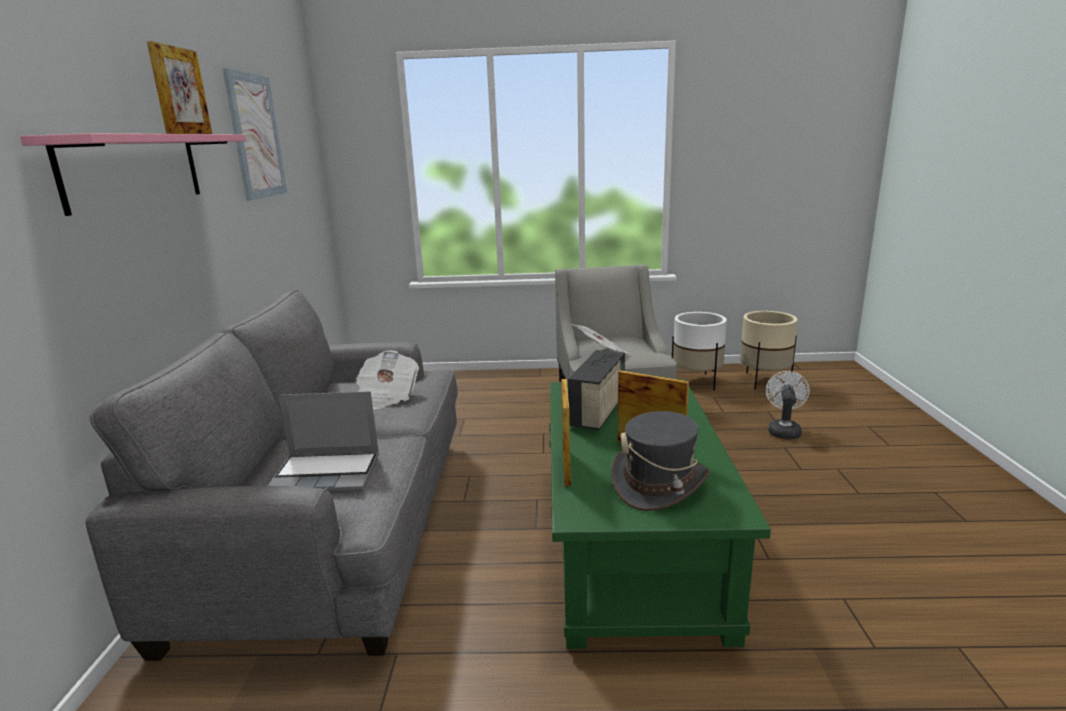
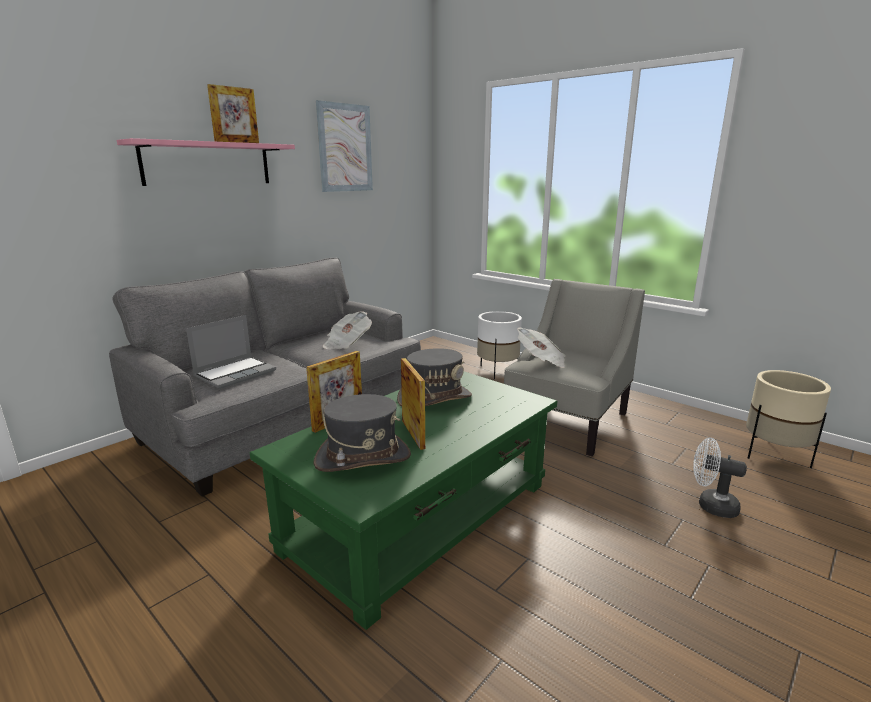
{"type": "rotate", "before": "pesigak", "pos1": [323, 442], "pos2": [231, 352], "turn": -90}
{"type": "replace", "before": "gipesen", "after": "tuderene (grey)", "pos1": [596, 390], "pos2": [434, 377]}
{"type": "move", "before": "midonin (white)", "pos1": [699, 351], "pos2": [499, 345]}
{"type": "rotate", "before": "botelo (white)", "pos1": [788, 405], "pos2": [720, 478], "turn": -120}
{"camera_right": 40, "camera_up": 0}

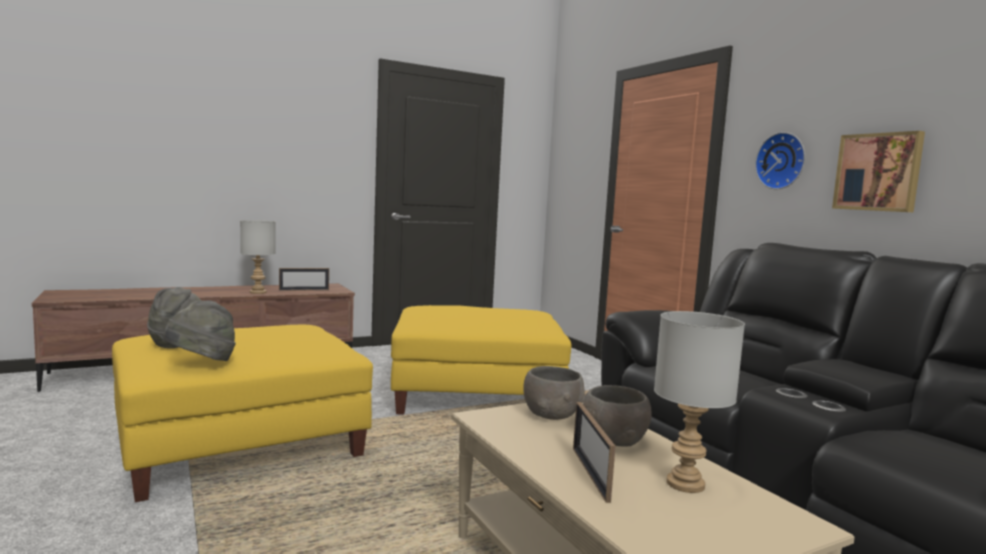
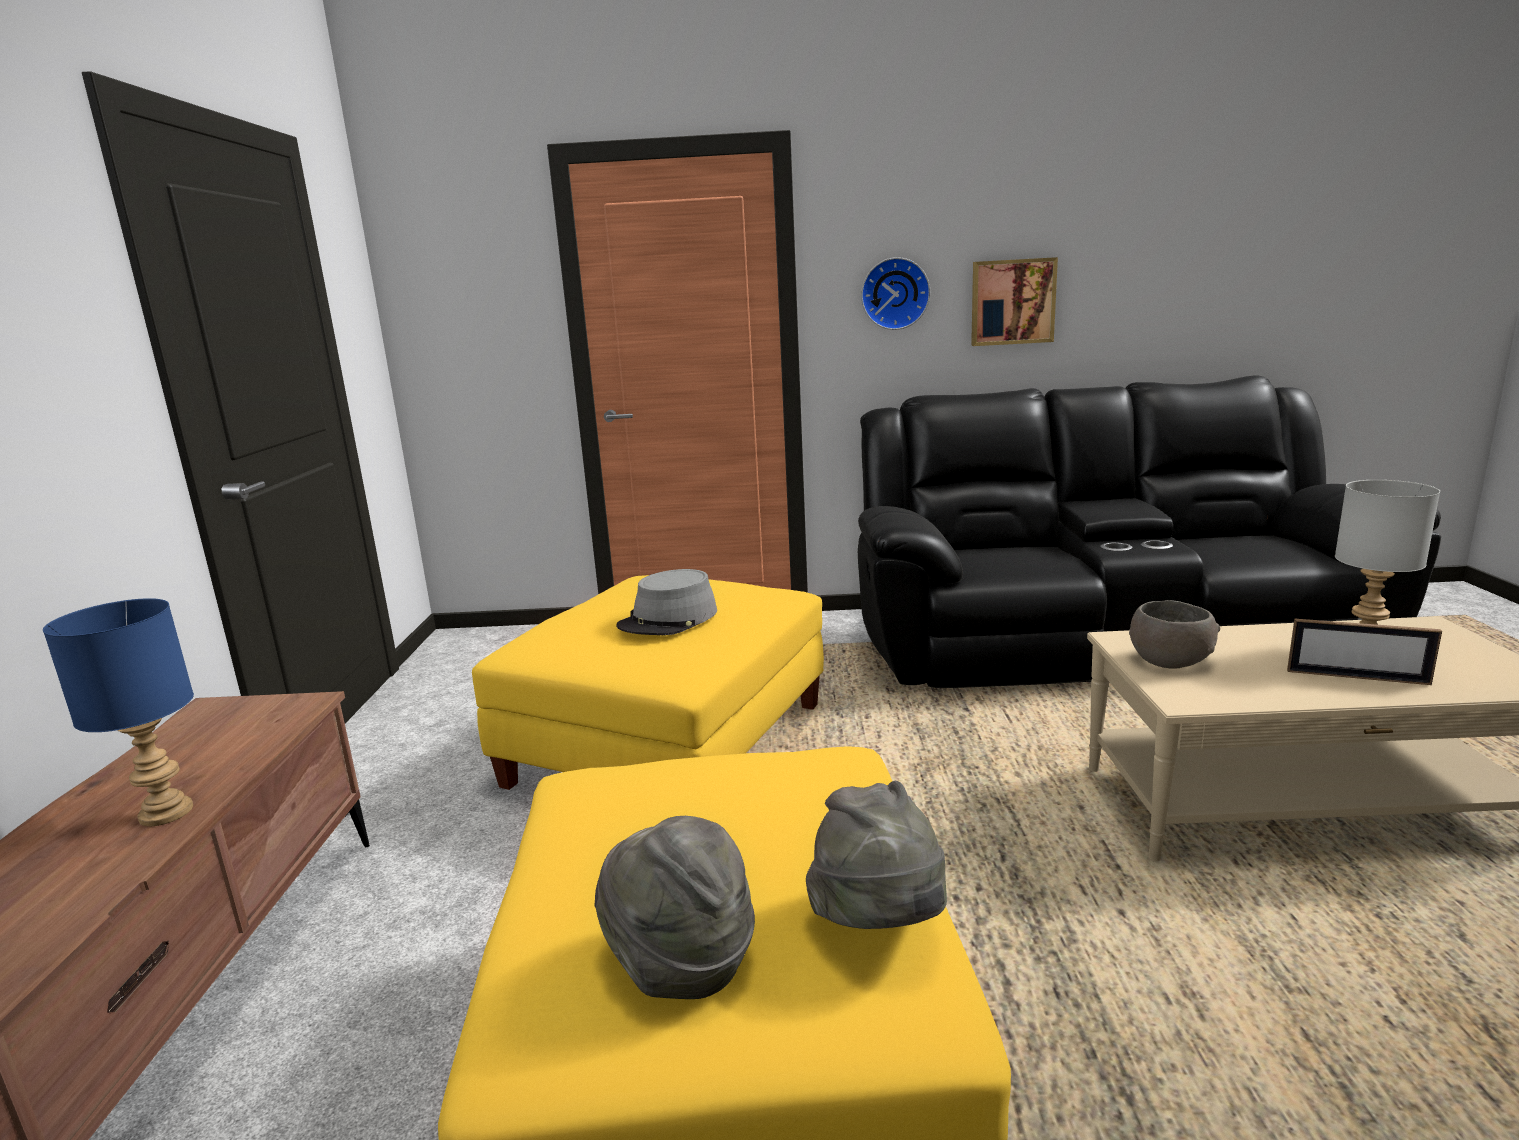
{"type": "recolor", "before": "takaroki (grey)", "after": "takaroki (blue)", "pos1": [258, 257], "pos2": [118, 712]}
{"type": "delete", "before": "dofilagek", "pos1": [304, 279]}
{"type": "delete", "before": "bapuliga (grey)", "pos1": [617, 416]}
{"type": "insert", "after": "tuderene (grey)", "pos2": [666, 602]}
{"camera_right": -60, "camera_up": 10}

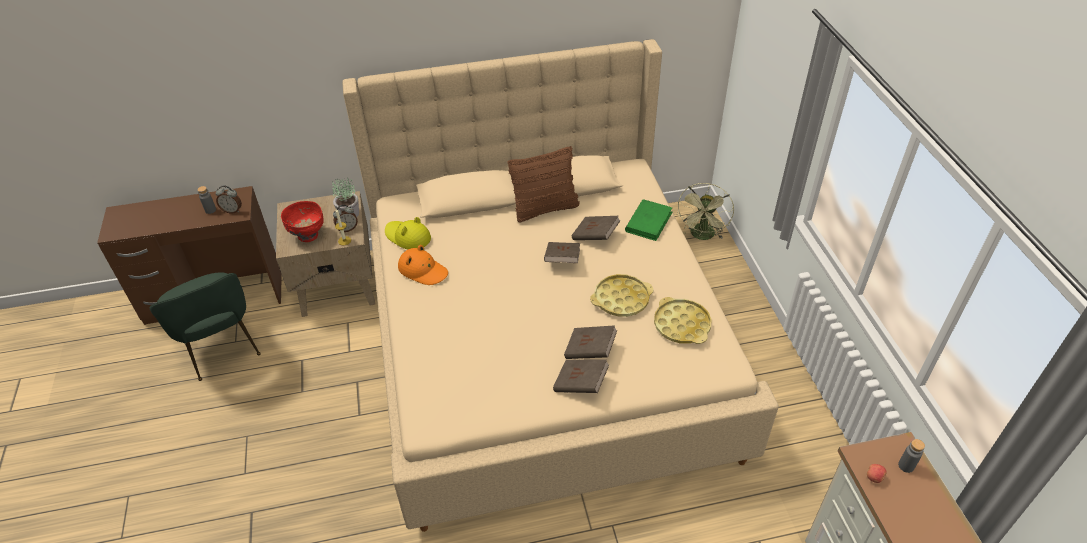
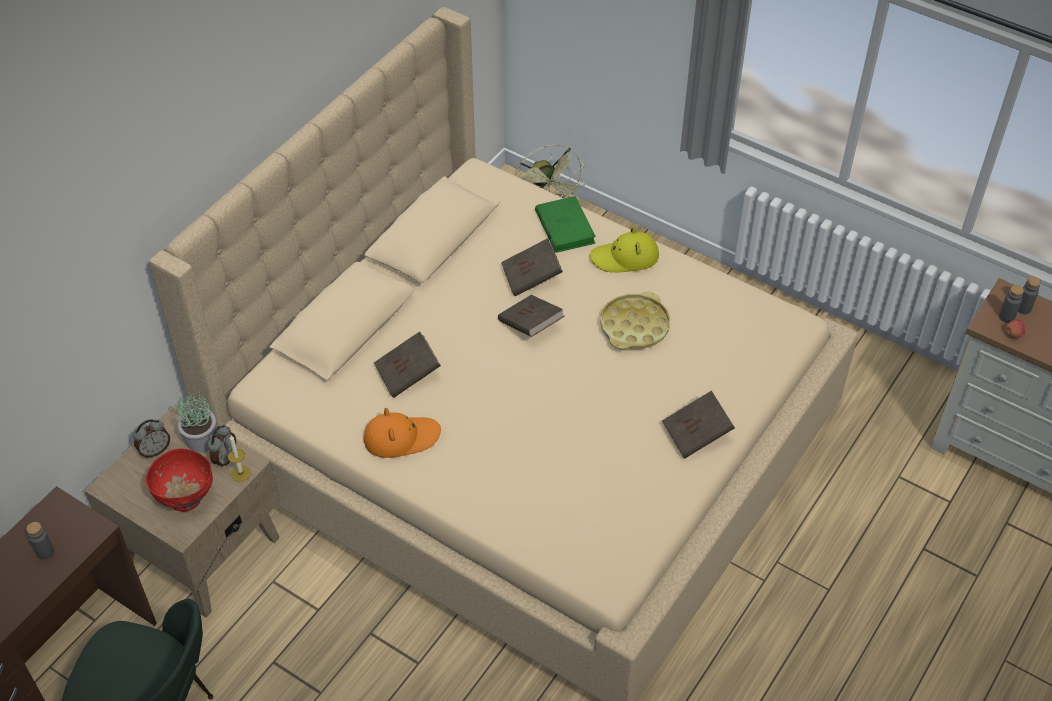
{"type": "move", "before": "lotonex", "pos1": [229, 199], "pos2": [151, 438]}
{"type": "move", "before": "tuderene (yellow)", "pos1": [408, 233], "pos2": [624, 249]}
{"type": "delete", "before": "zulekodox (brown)", "pos1": [543, 184]}
{"type": "move", "before": "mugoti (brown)", "pos1": [590, 342], "pos2": [407, 364]}
{"type": "delete", "before": "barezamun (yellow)", "pos1": [683, 320]}
{"type": "insert", "after": "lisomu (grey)", "pos2": [1011, 304]}
{"camera_right": -45, "camera_up": 5}

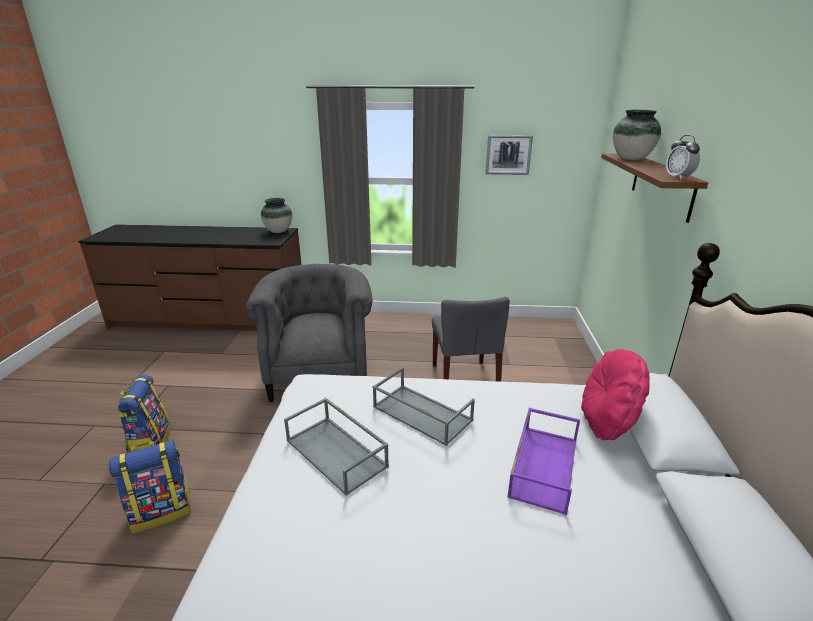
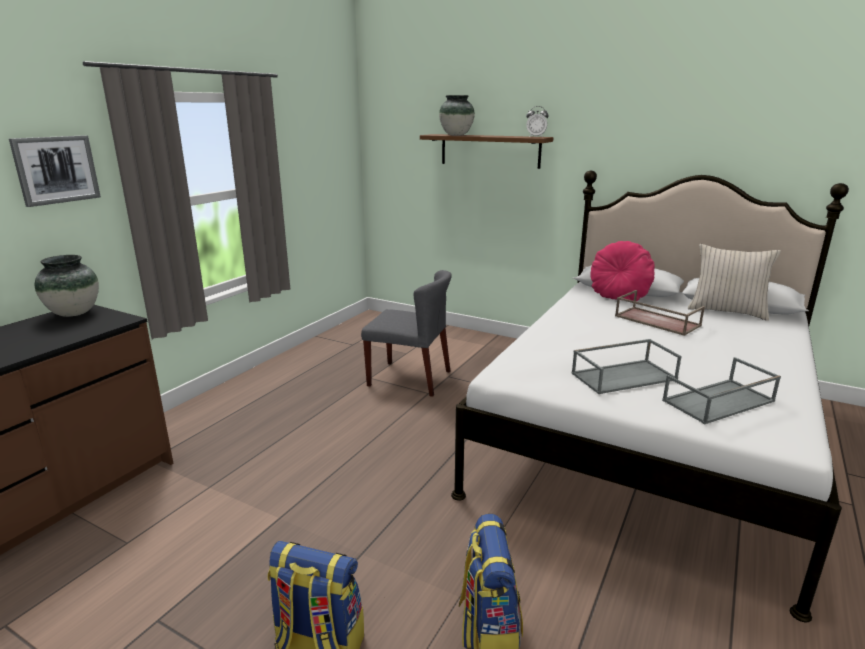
{"type": "delete", "before": "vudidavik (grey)", "pos1": [309, 333]}
{"type": "move", "before": "barezamun (grey)", "pos1": [424, 406], "pos2": [721, 390]}
{"type": "move", "before": "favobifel", "pos1": [509, 155], "pos2": [55, 171]}
{"type": "recolor", "before": "barezamun (purple)", "after": "barezamun (brown)", "pos1": [543, 461], "pos2": [660, 313]}
{"type": "insert", "after": "zulekodox (beige)", "pos2": [734, 282]}
{"camera_right": -65, "camera_up": -5}

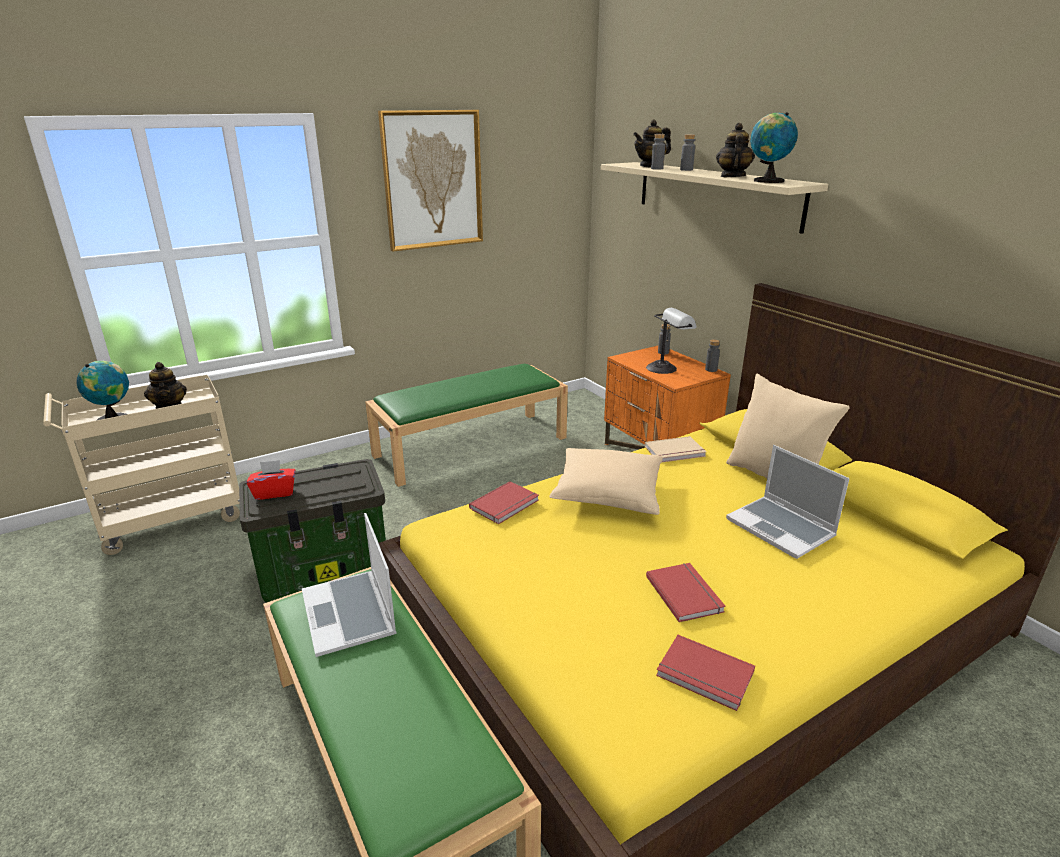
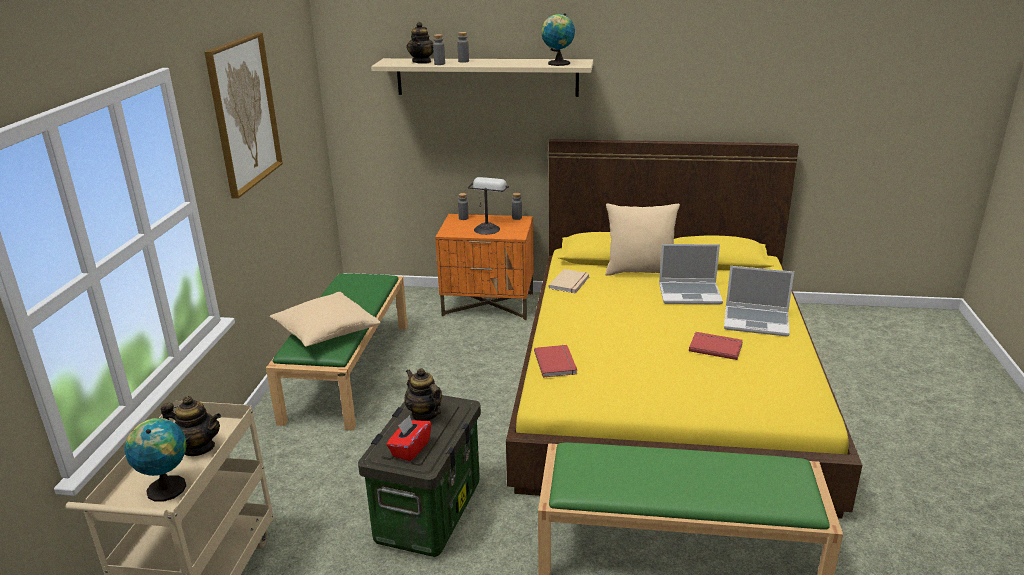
{"type": "move", "before": "pesigak", "pos1": [349, 585], "pos2": [759, 301]}
{"type": "move", "before": "zulekodox (beige)", "pos1": [606, 481], "pos2": [325, 319]}
{"type": "delete", "before": "mugoti (red)", "pos1": [705, 673]}
{"type": "move", "before": "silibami", "pos1": [735, 150], "pos2": [423, 394]}
{"camera_right": -50, "camera_up": 0}

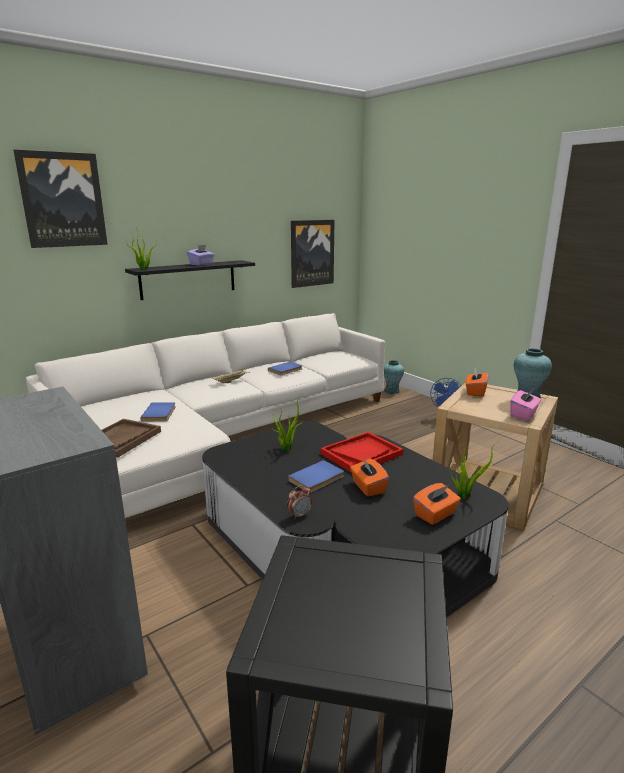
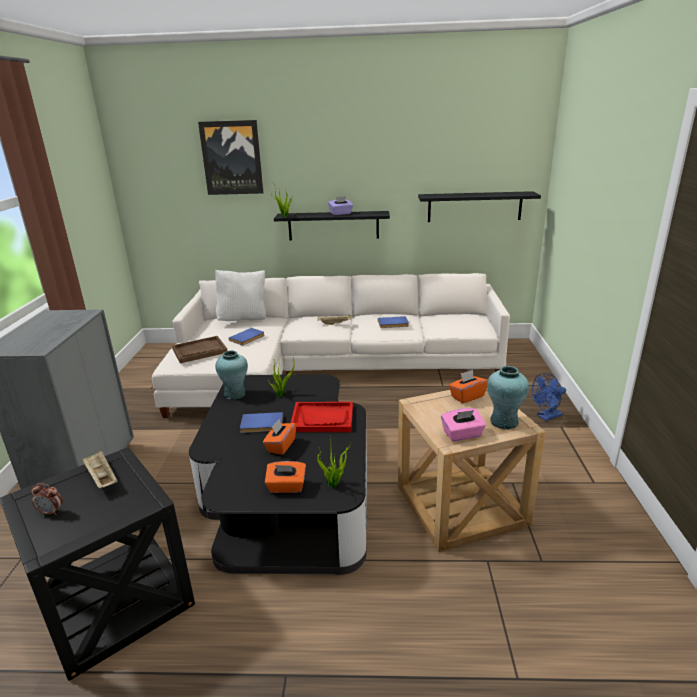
{"type": "move", "before": "lotonex", "pos1": [299, 502], "pos2": [46, 499]}
{"type": "replace", "before": "favobifel", "after": "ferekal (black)", "pos1": [312, 254], "pos2": [479, 206]}
{"type": "move", "before": "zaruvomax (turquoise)", "pos1": [394, 377], "pos2": [231, 375]}
{"type": "insert", "after": "barezamun (beige)", "pos2": [100, 469]}
{"type": "insert", "after": "zulekodox (white)", "pos2": [240, 295]}
{"camera_right": 40, "camera_up": 5}

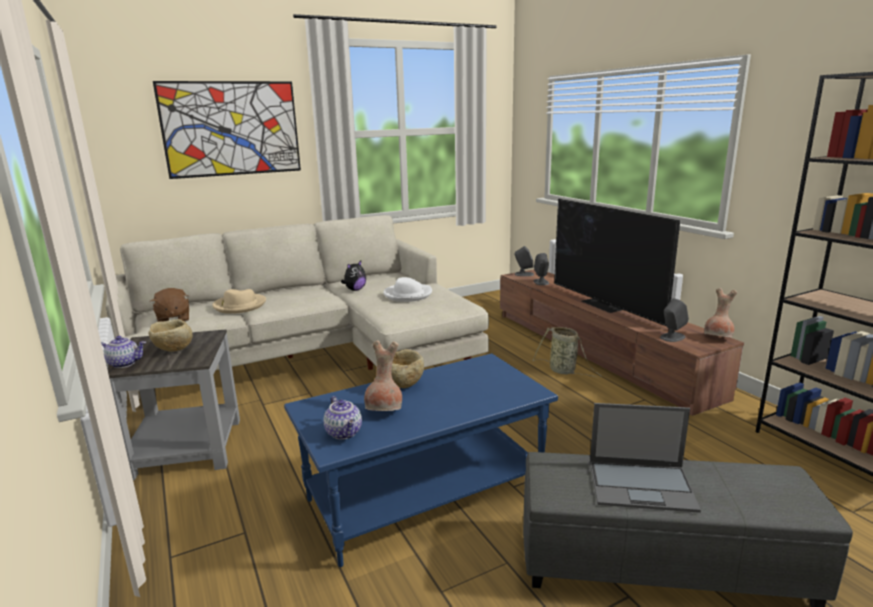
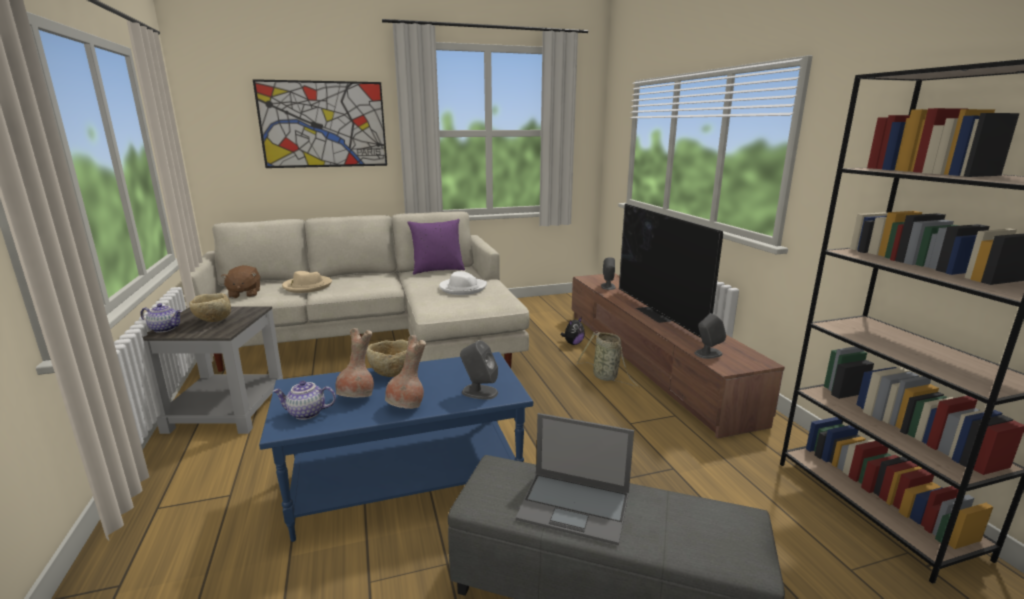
{"type": "rotate", "before": "silibami", "pos1": [343, 418], "pos2": [304, 400], "turn": 105}
{"type": "move", "before": "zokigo", "pos1": [353, 276], "pos2": [572, 331]}
{"type": "move", "before": "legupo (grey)", "pos1": [524, 261], "pos2": [479, 370]}
{"type": "move", "before": "zaruvomax (brown)", "pos1": [720, 313], "pos2": [405, 372]}
{"type": "insert", "after": "zulekodox (purple)", "pos2": [436, 246]}
{"camera_right": 10, "camera_up": 0}

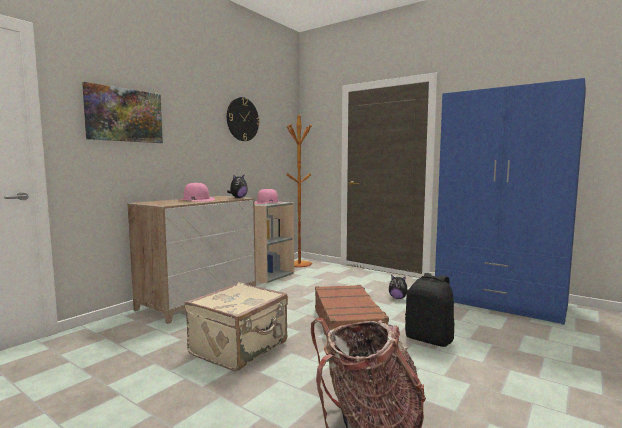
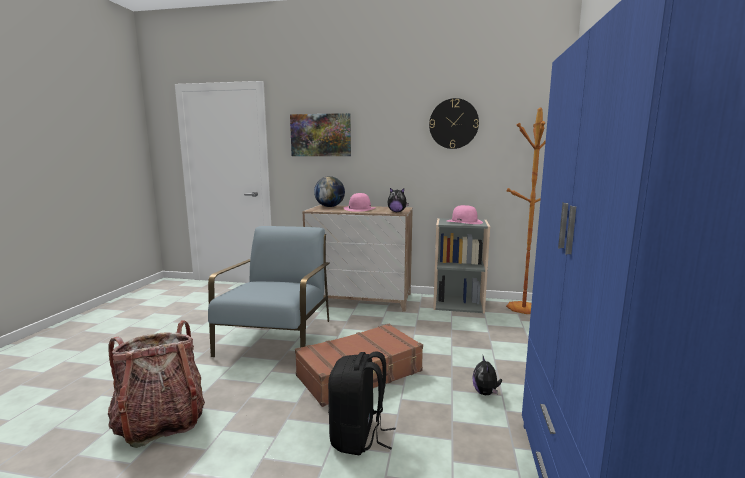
{"type": "replace", "before": "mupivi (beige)", "after": "vudidavik (blue)", "pos1": [236, 326], "pos2": [269, 291]}
{"type": "insert", "after": "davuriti", "pos2": [329, 191]}
{"camera_right": 65, "camera_up": 5}

